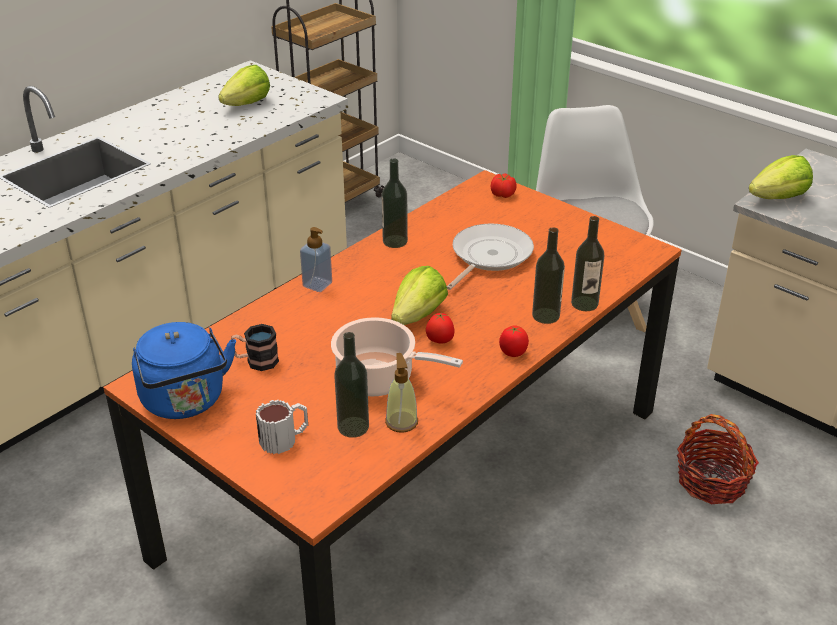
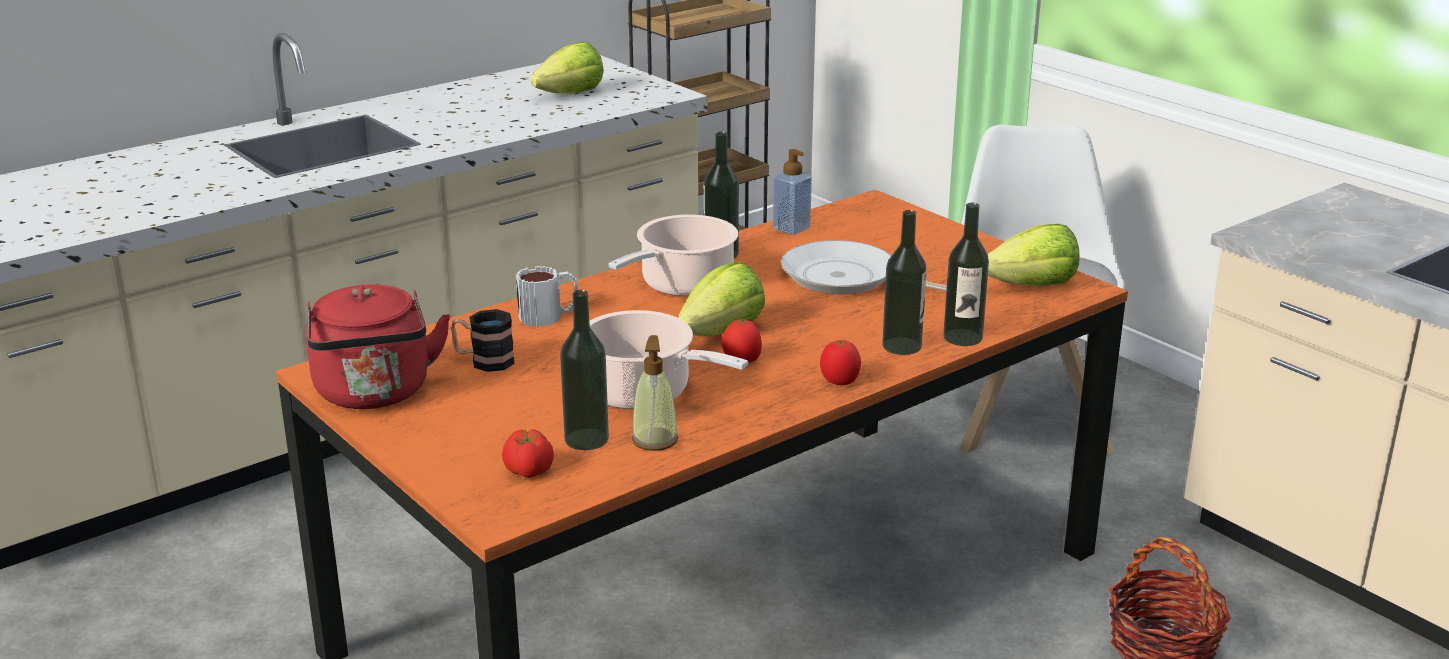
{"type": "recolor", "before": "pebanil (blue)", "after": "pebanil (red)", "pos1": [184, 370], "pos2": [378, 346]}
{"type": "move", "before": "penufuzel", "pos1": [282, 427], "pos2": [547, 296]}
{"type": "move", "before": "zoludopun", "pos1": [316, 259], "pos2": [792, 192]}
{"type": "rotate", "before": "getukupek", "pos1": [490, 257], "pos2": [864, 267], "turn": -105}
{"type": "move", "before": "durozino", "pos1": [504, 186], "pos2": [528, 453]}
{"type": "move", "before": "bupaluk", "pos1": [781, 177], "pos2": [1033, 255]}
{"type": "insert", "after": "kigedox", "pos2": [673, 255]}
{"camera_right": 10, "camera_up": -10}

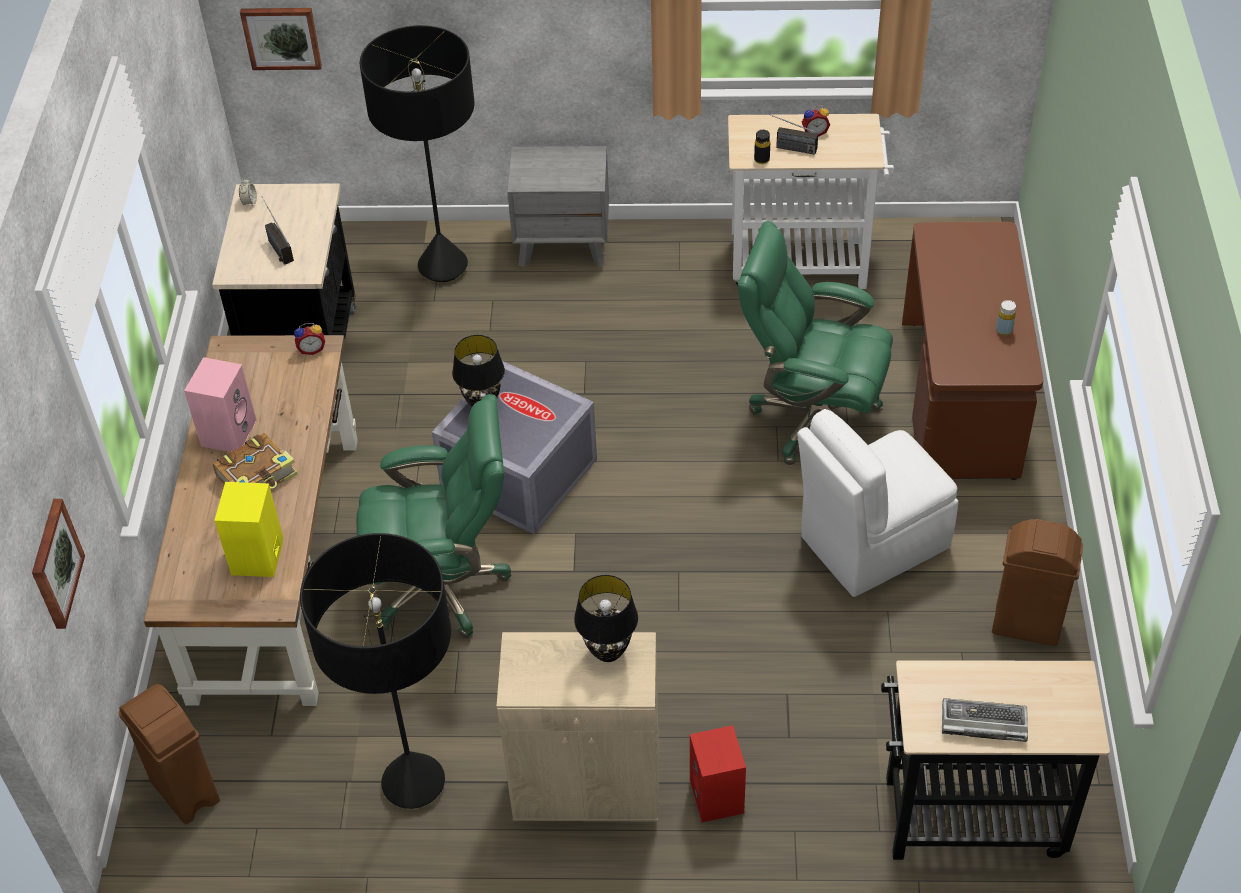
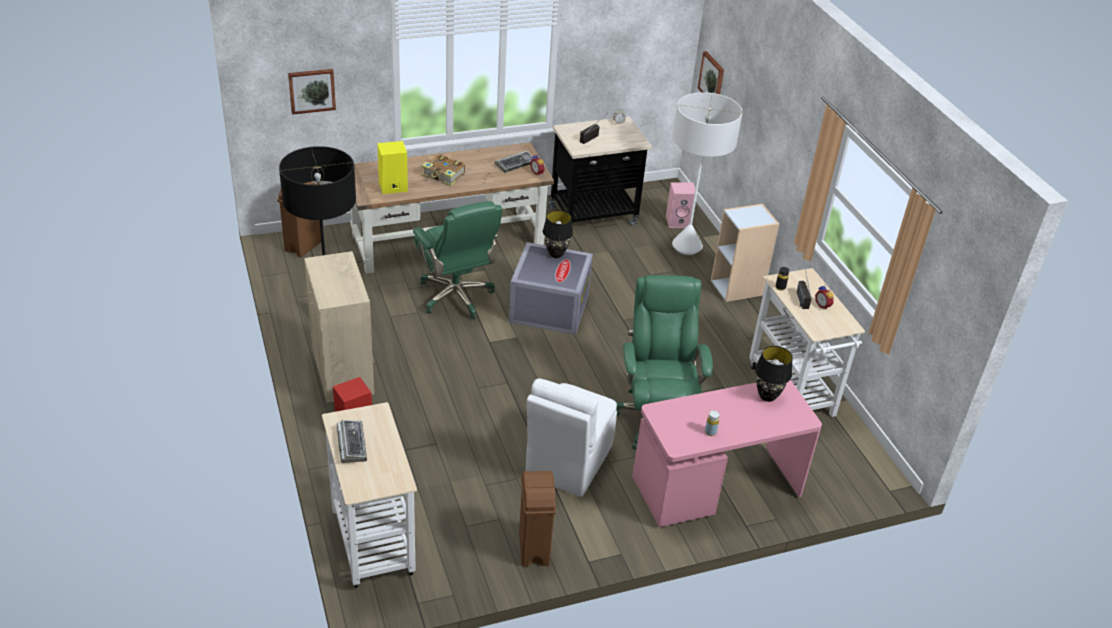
{"type": "move", "before": "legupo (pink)", "pos1": [220, 404], "pos2": [680, 205]}
{"type": "recolor", "before": "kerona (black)", "after": "kerona (white)", "pos1": [417, 153], "pos2": [707, 173]}
{"type": "replace", "before": "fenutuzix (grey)", "after": "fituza", "pos1": [558, 207], "pos2": [745, 253]}
{"type": "move", "before": "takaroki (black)", "pos1": [606, 618], "pos2": [774, 374]}
{"type": "rotate", "before": "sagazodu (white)", "pos1": [877, 503], "pos2": [571, 438], "turn": -105}
{"type": "recolor", "before": "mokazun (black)", "after": "mokazun (white)", "pos1": [995, 760], "pos2": [369, 495]}
{"type": "recolor", "before": "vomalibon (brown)", "after": "vomalibon (pink)", "pos1": [973, 351], "pos2": [727, 453]}
{"type": "insert", "after": "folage", "pos2": [513, 162]}
{"camera_right": 65, "camera_up": -10}

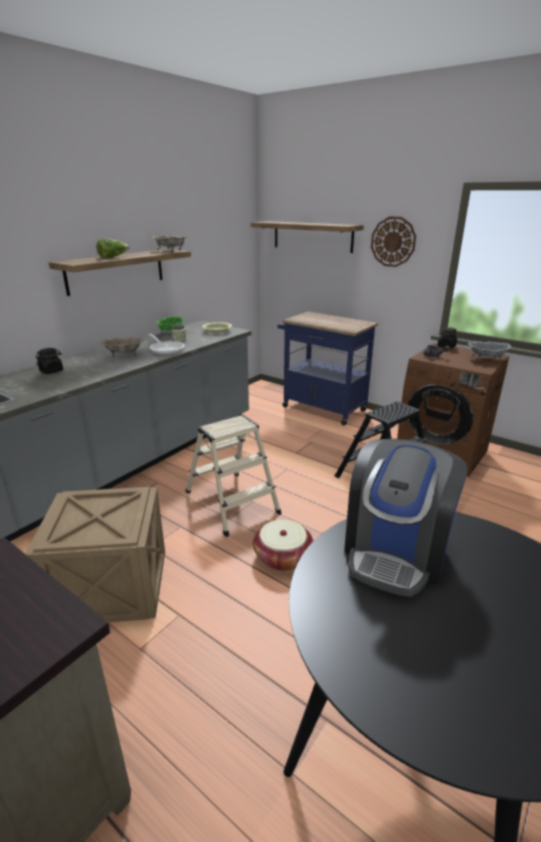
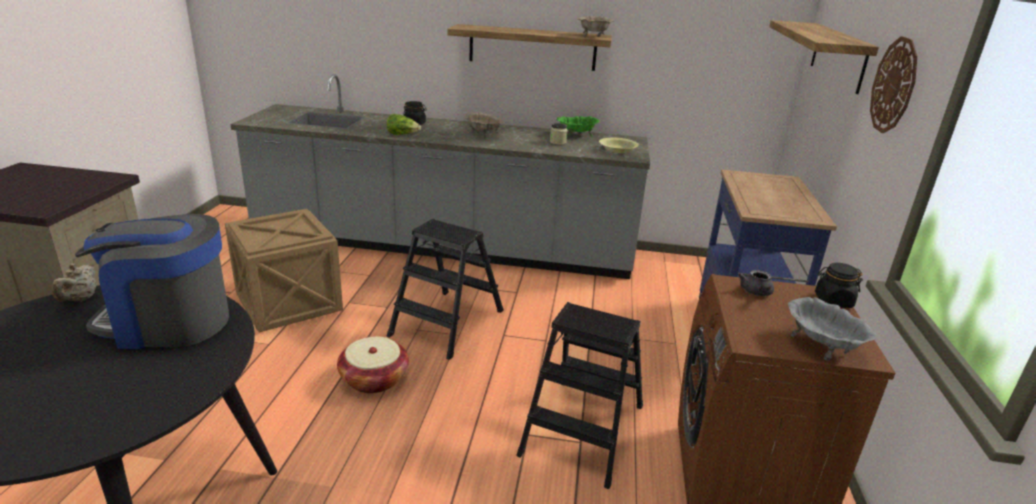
{"type": "move", "before": "bupaluk", "pos1": [112, 248], "pos2": [404, 124]}
{"type": "delete", "before": "getukupek", "pos1": [167, 344]}
{"type": "recolor", "before": "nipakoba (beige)", "after": "nipakoba (black)", "pos1": [234, 476], "pos2": [445, 289]}
{"type": "insert", "after": "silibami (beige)", "pos2": [74, 282]}
{"camera_right": 60, "camera_up": 0}

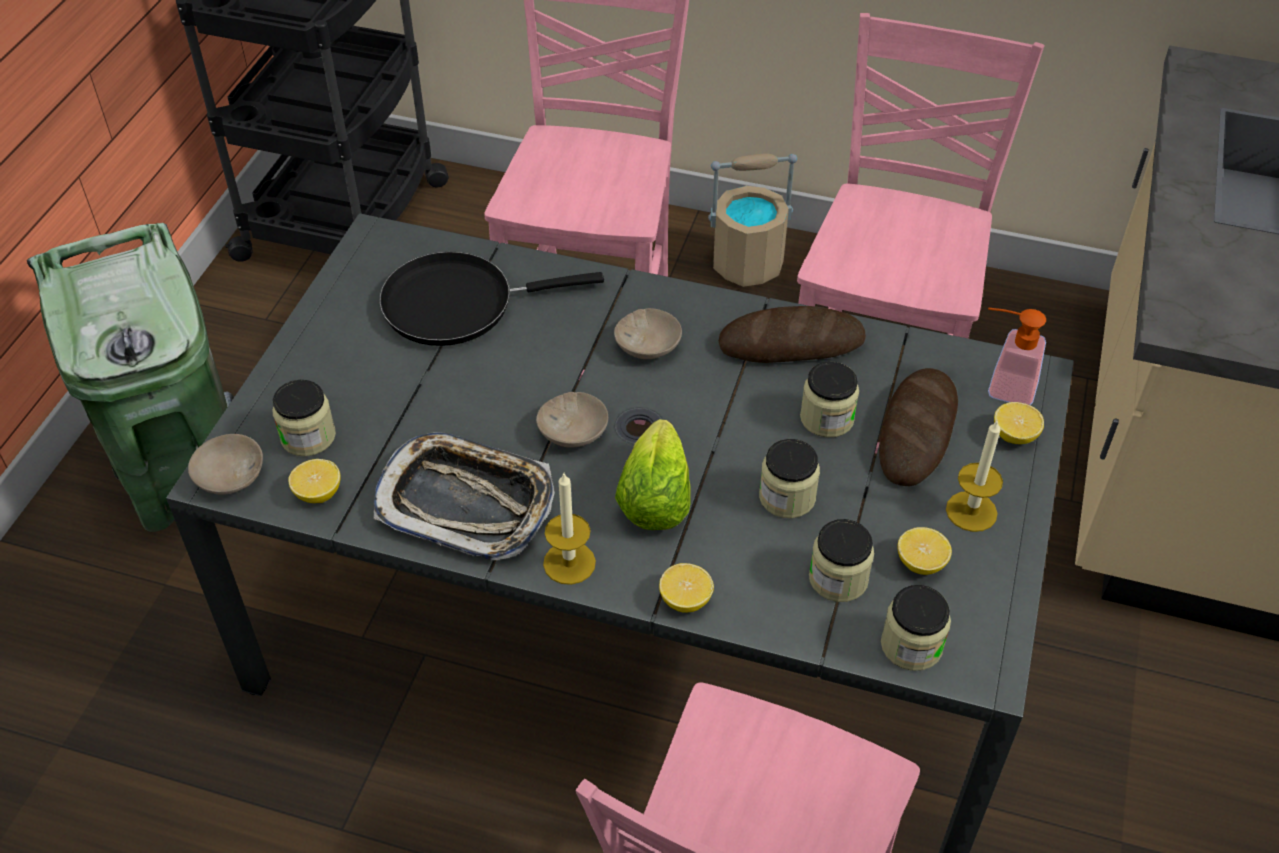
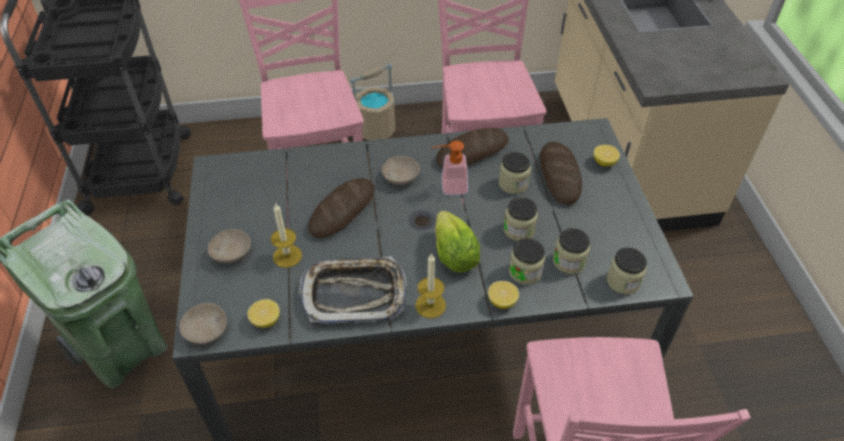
{"type": "move", "before": "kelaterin", "pos1": [304, 418], "pos2": [527, 262]}
{"type": "delete", "before": "getukupek (black)", "pos1": [491, 299]}
{"type": "move", "before": "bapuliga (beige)", "pos1": [572, 420], "pos2": [229, 246]}
{"type": "delete", "before": "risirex", "pos1": [925, 551]}
{"type": "move", "before": "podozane", "pos1": [974, 475], "pos2": [286, 236]}
{"type": "move", "before": "zoludopun", "pos1": [1017, 356], "pos2": [449, 168]}
{"type": "insert", "after": "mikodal", "pos2": [341, 208]}
{"camera_right": -25, "camera_up": 0}

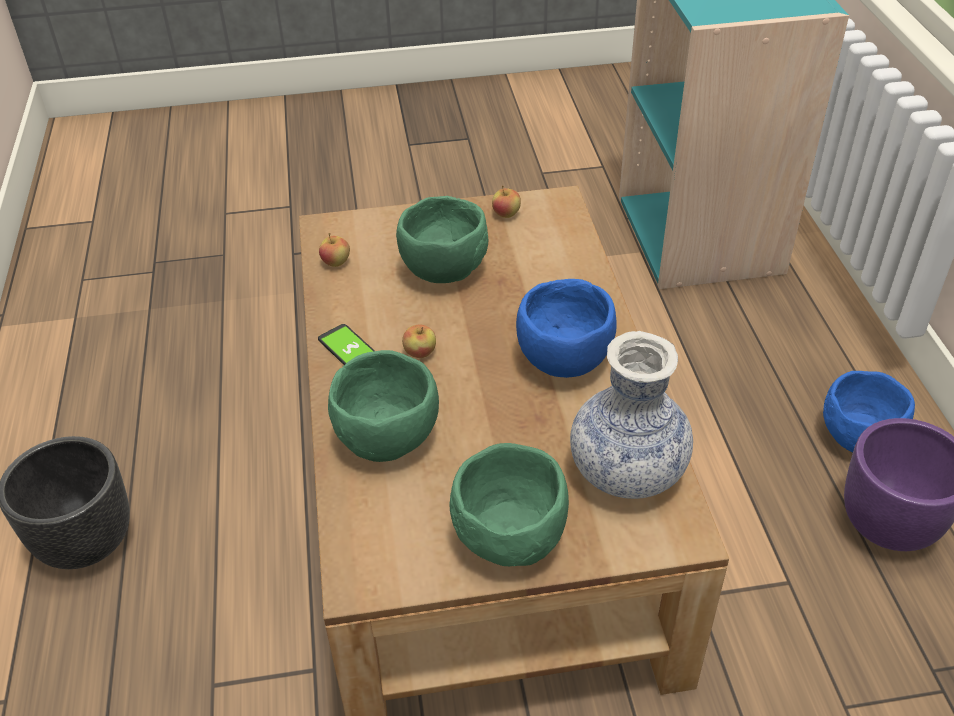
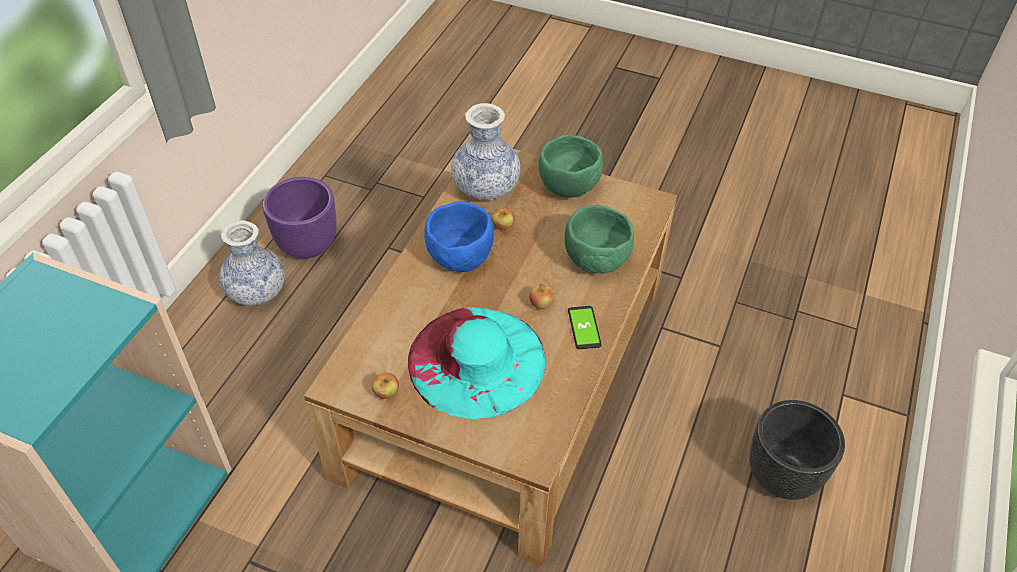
{"type": "move", "before": "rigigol", "pos1": [334, 250], "pos2": [503, 218]}
{"type": "replace", "before": "bapuliga (green)", "after": "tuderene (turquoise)", "pos1": [442, 239], "pos2": [477, 363]}
{"type": "replace", "before": "bapuliga (blue)", "after": "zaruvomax", "pos1": [869, 412], "pos2": [252, 263]}
{"camera_right": -150, "camera_up": 5}

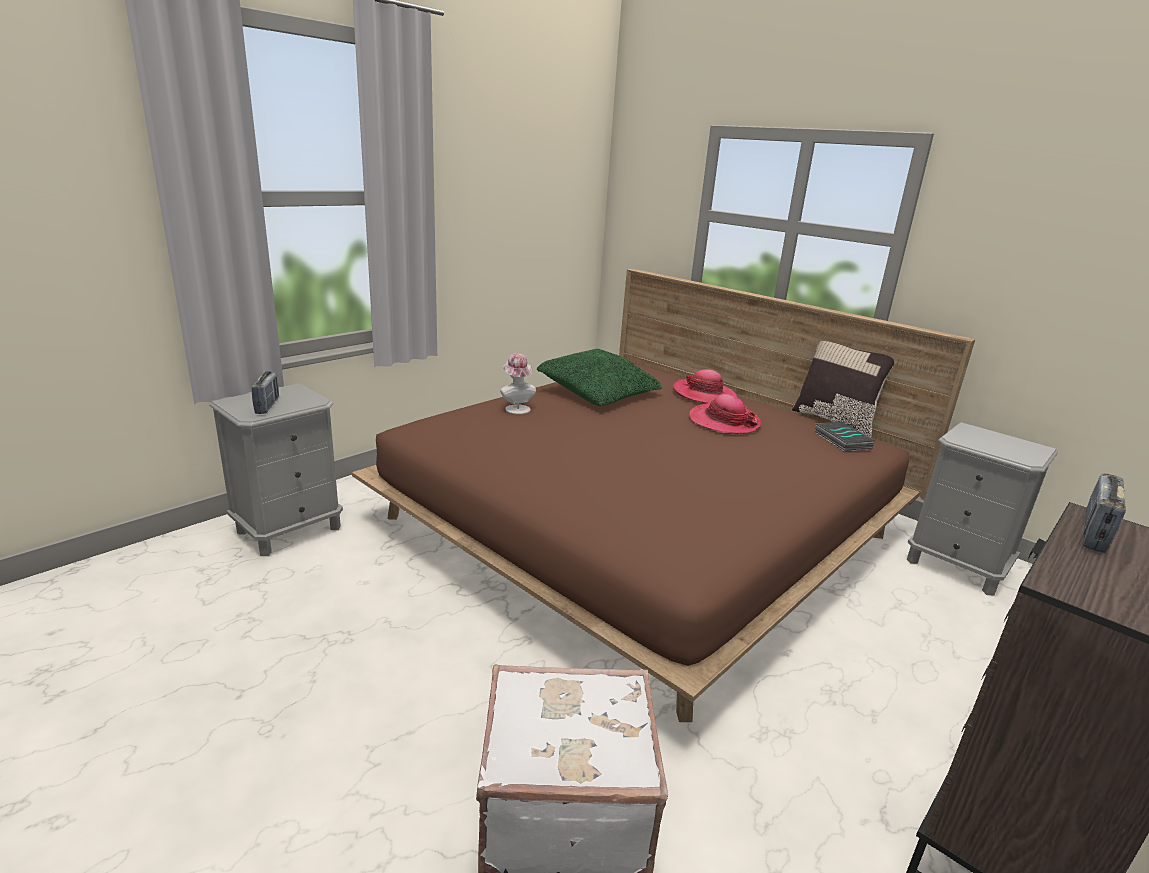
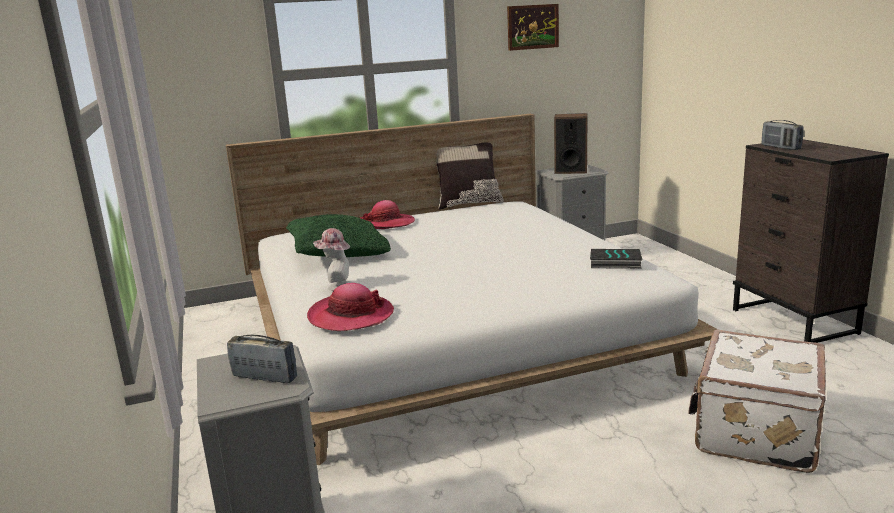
{"type": "recolor", "before": "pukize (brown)", "after": "pukize (white)", "pos1": [663, 495], "pos2": [472, 289]}
{"type": "move", "before": "tuderene", "pos1": [725, 414], "pos2": [350, 307]}
{"type": "move", "before": "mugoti", "pos1": [845, 437], "pos2": [616, 259]}
{"type": "insert", "after": "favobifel", "pos2": [533, 27]}
{"type": "insert", "after": "legupo", "pos2": [570, 143]}
{"camera_right": -60, "camera_up": -5}

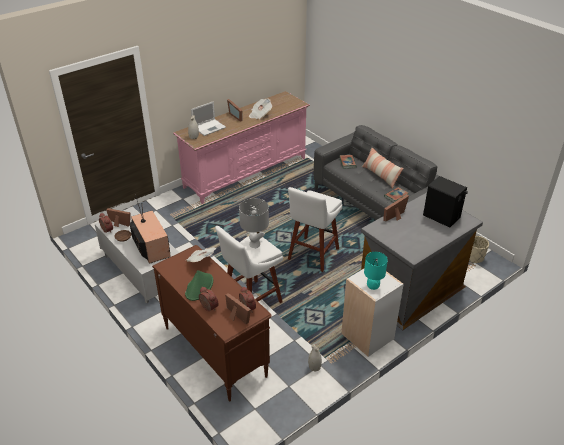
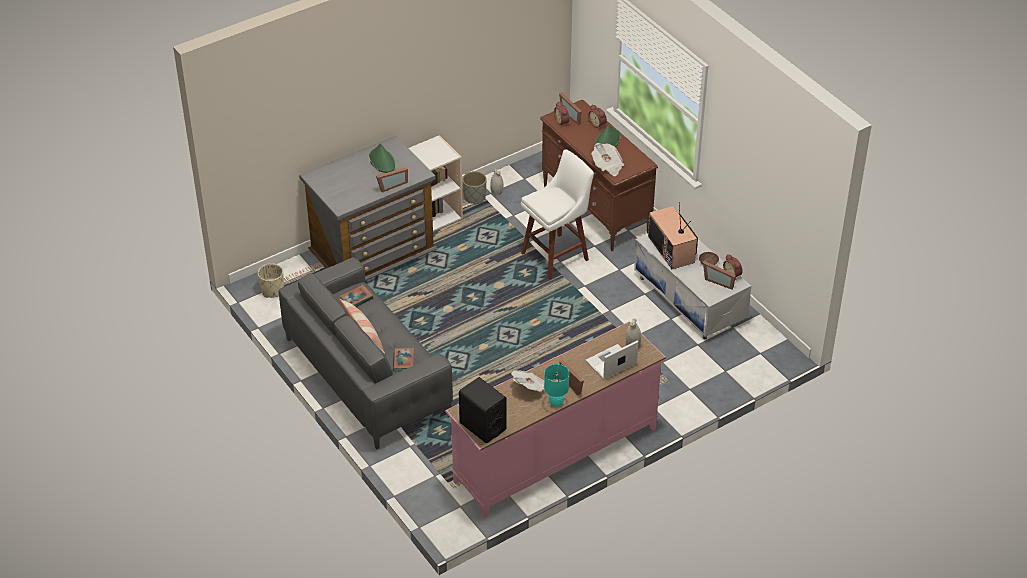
{"type": "delete", "before": "takaroki (grey)", "pos1": [254, 223]}
{"type": "delete", "before": "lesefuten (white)", "pos1": [315, 229]}
{"type": "move", "before": "takaroki (turquoise)", "pos1": [376, 271], "pos2": [556, 385]}
{"type": "move", "before": "legupo (black)", "pos1": [445, 202], "pos2": [482, 410]}
{"type": "insert", "after": "tuderene (green)", "pos2": [382, 158]}
{"type": "insert", "after": "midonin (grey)", "pos2": [474, 188]}
{"camera_right": -175, "camera_up": 5}

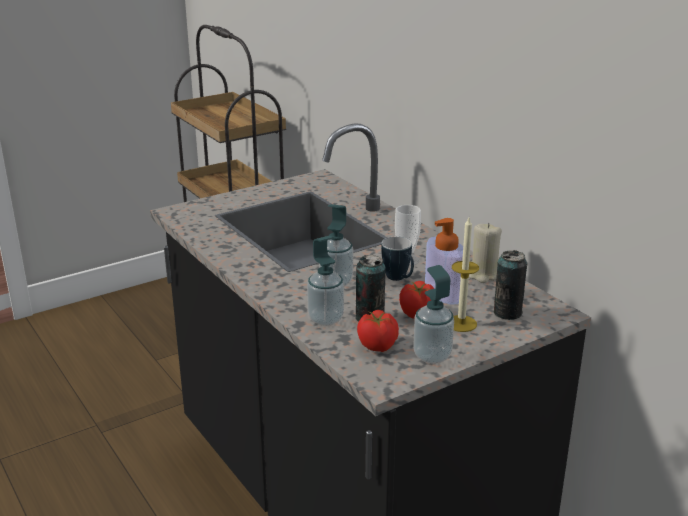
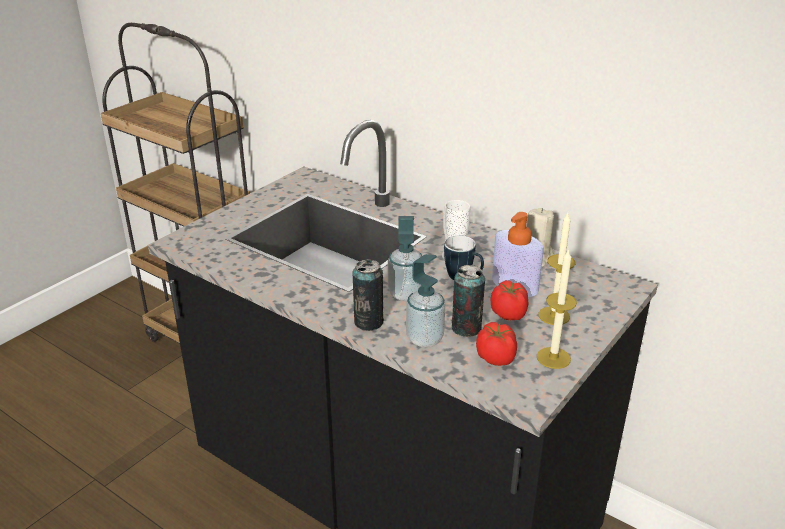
{"type": "replace", "before": "zoludopun", "after": "podozane", "pos1": [433, 314], "pos2": [557, 309]}
{"type": "move", "before": "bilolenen", "pos1": [510, 285], "pos2": [368, 295]}
{"camera_right": -20, "camera_up": 5}

